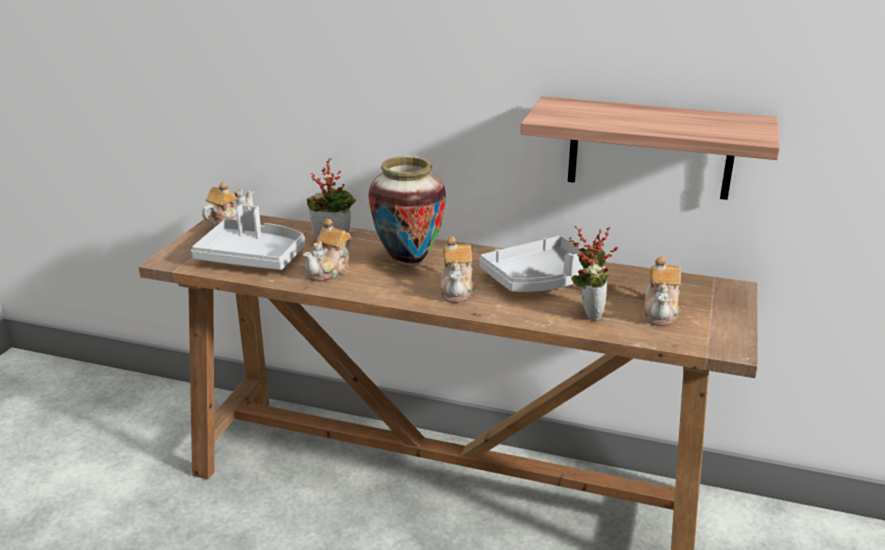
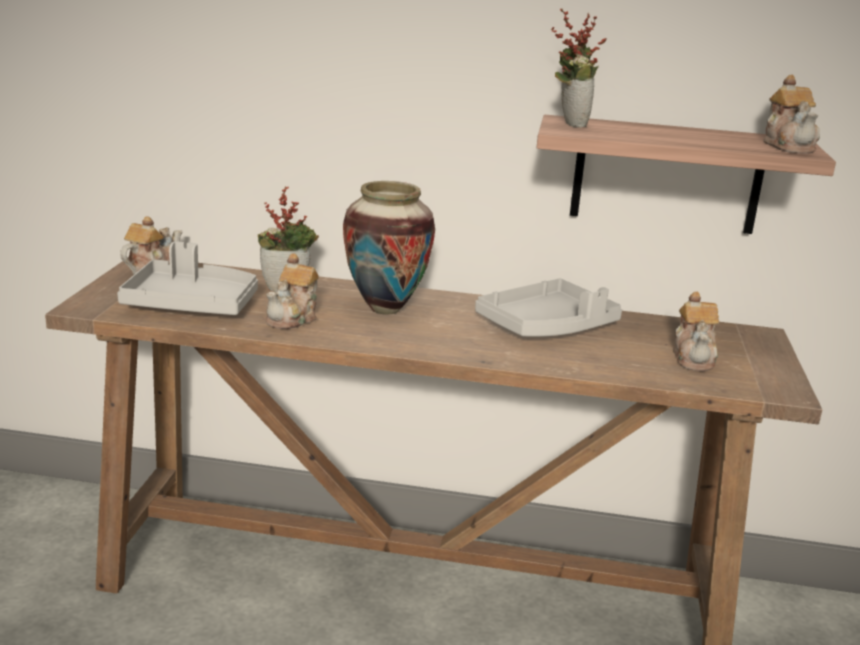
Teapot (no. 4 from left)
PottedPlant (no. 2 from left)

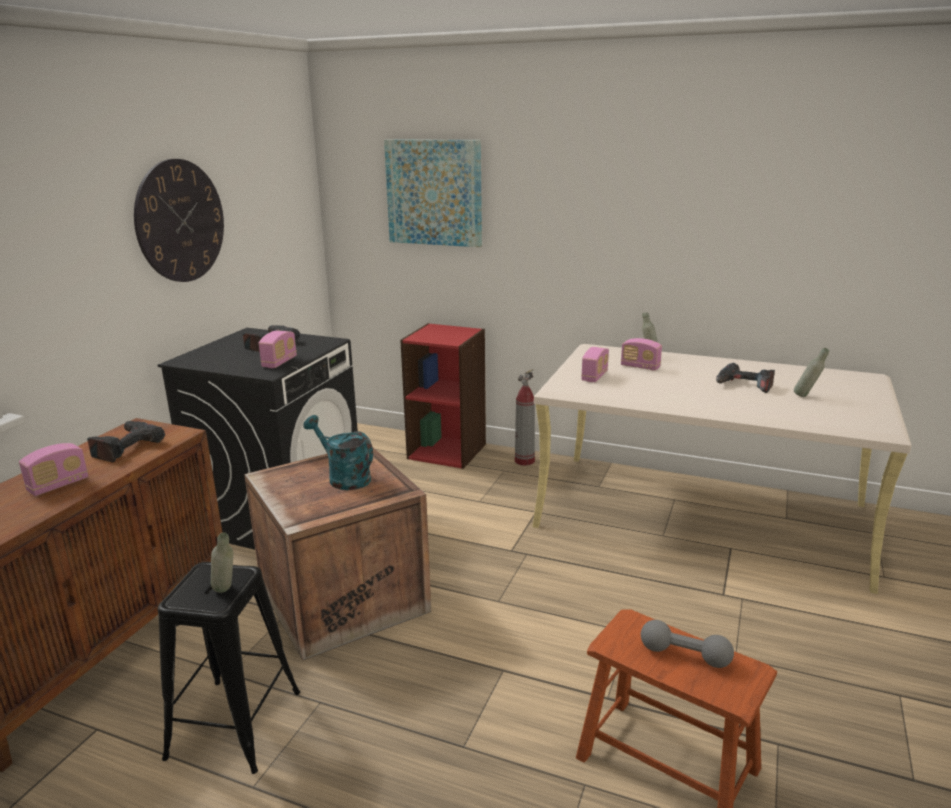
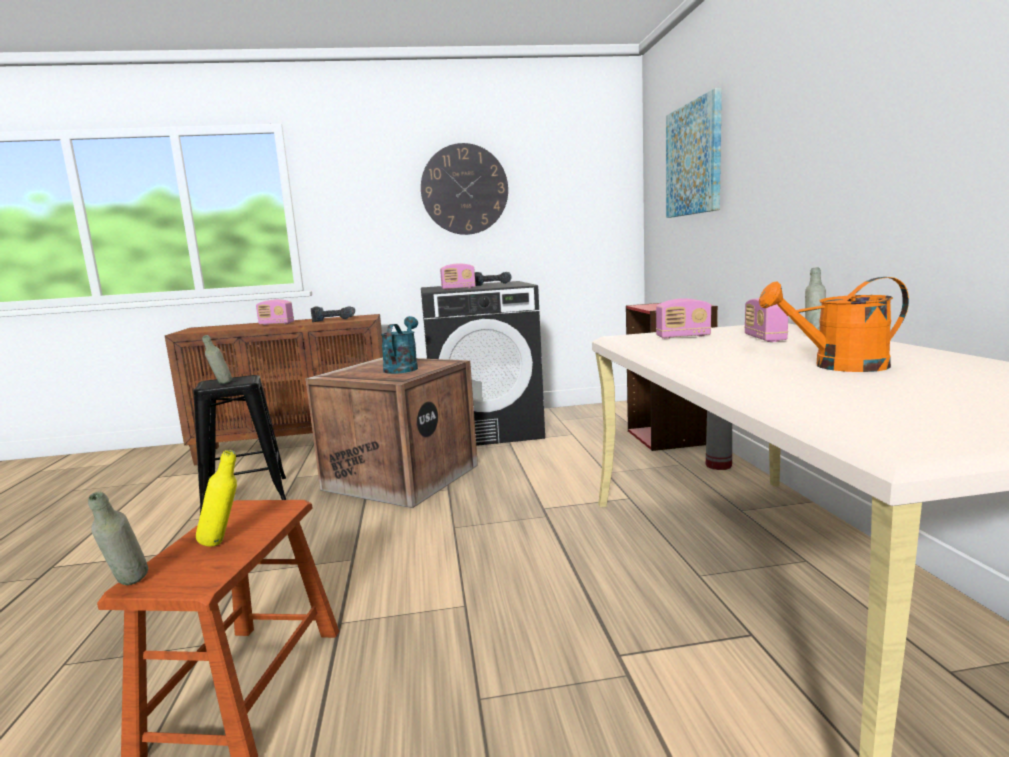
YellowBottle
OrangeWateringCan
GreyBottle (no. 1 from left)

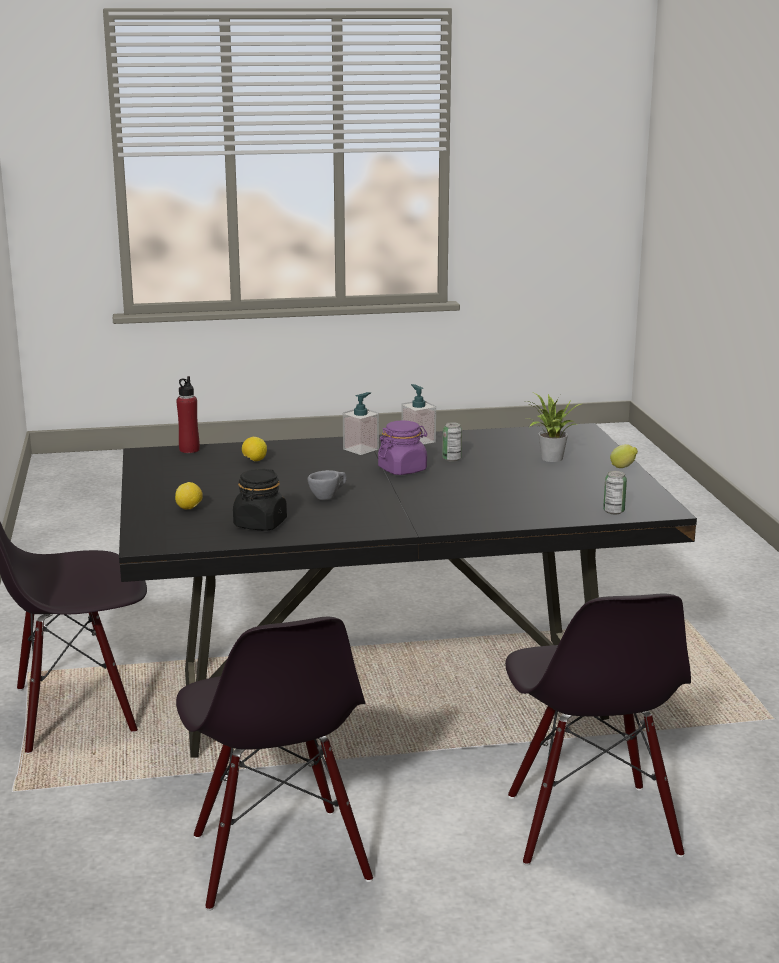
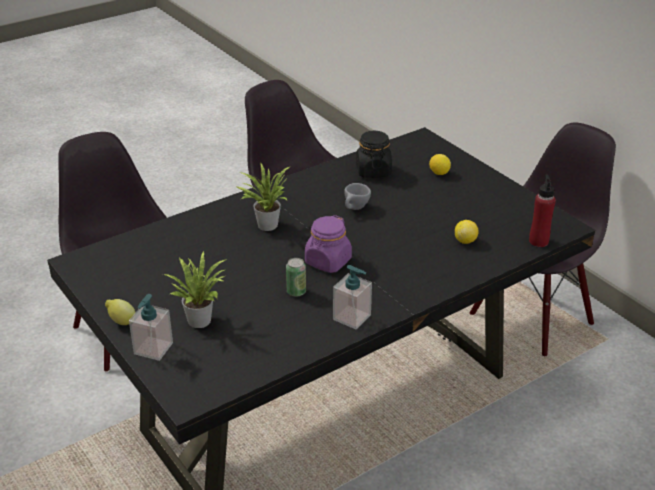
SoapDispenser (no. 1 from left)
Can (no. 2 from left in the first image)
PottedPlant (no. 2 from left)

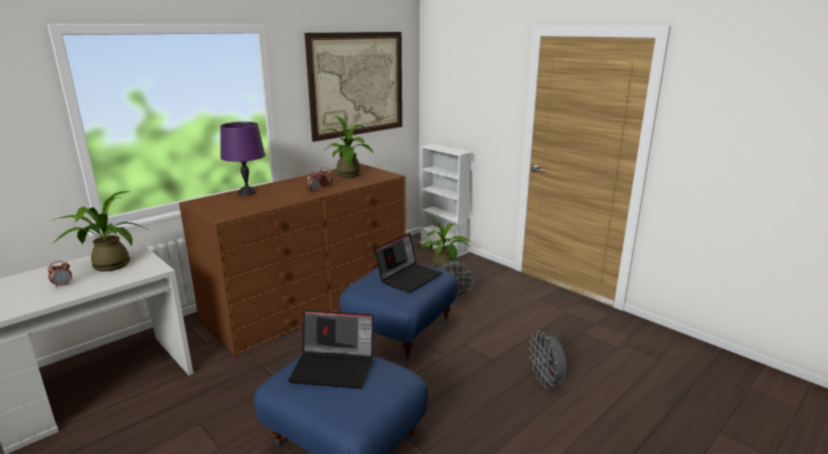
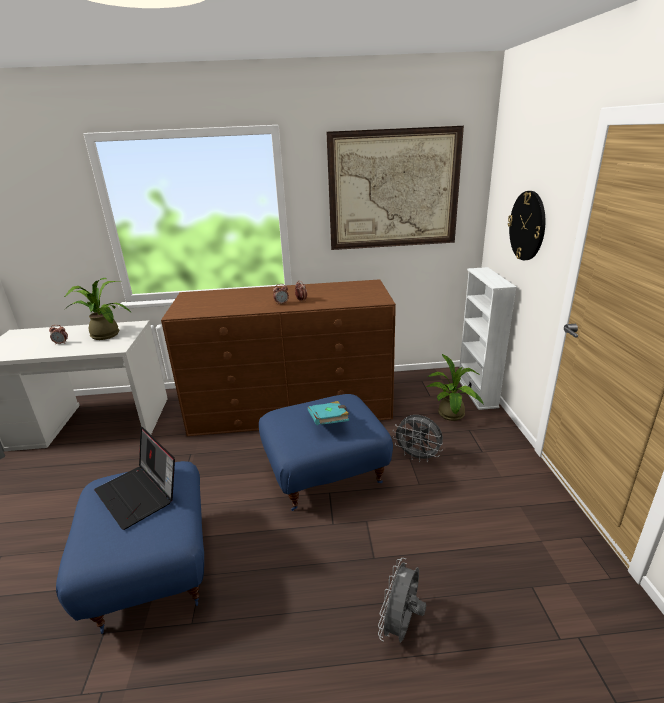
PurpleTableLamp
PottedPlant (no. 2 from left in the first image)
TurquoiseBook
WallClock

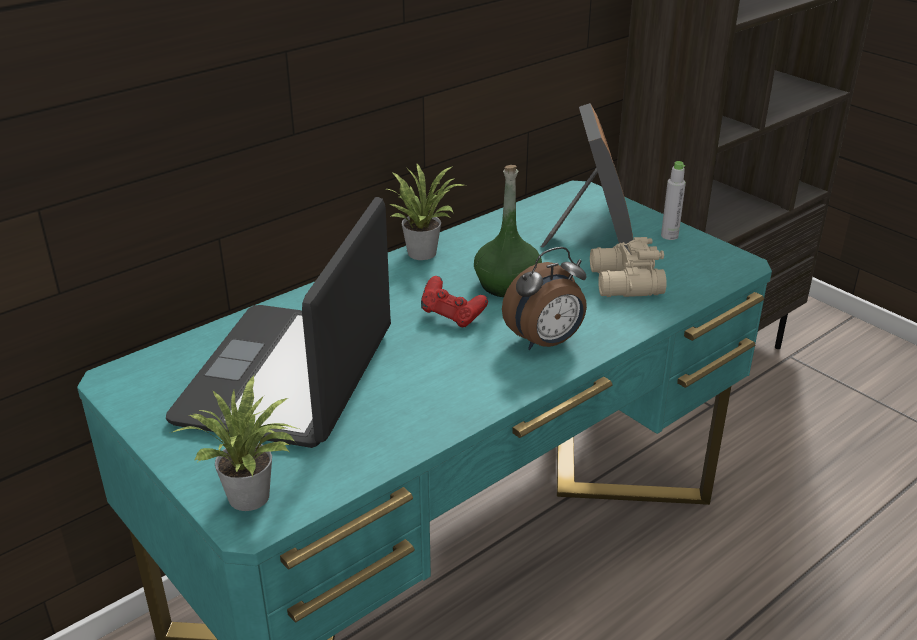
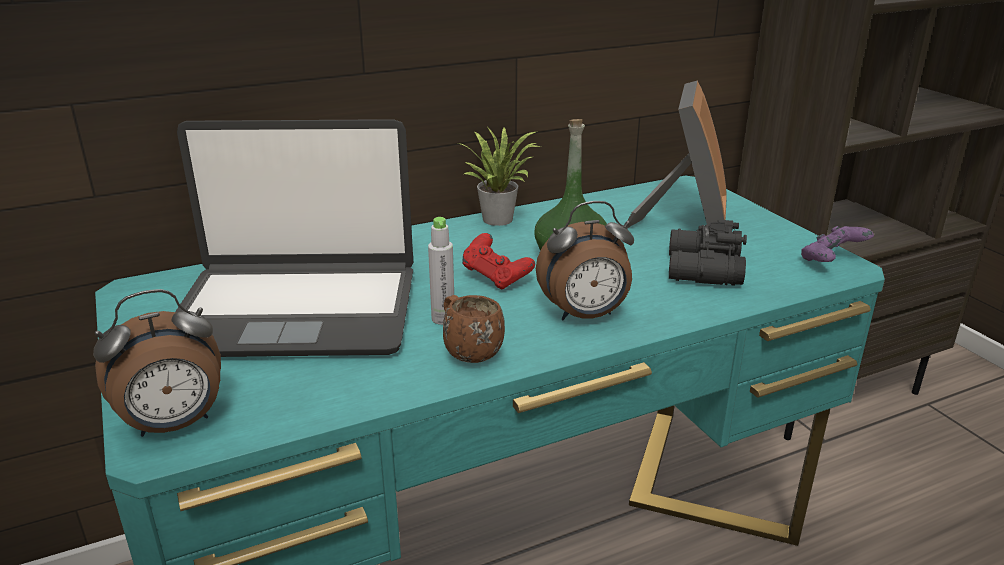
Laptop
AlarmClock (no. 1 from left)
BlackBinoculars
GreyBottle
BrownMug
PurpleGameController

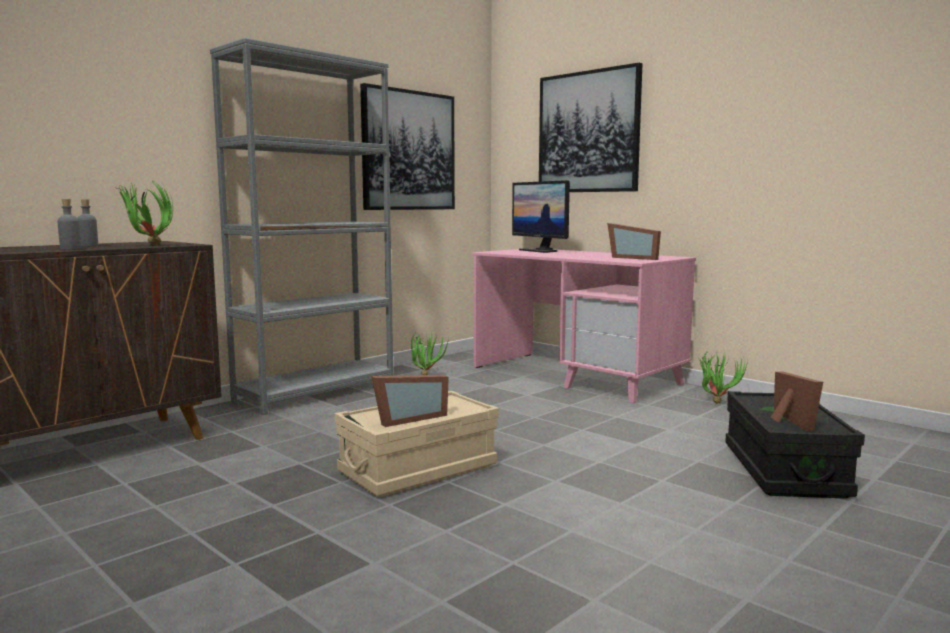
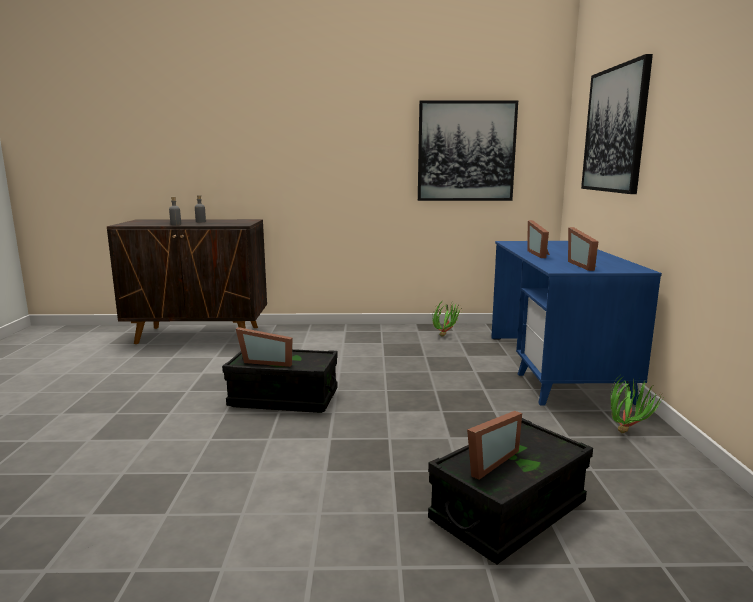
PottedPlant (no. 1 from left in the first image)
GreyBookcase
BlackStorageBox (no. 1 from left)
BlueDesk
Monitor
PictureFrame (no. 3 from left)

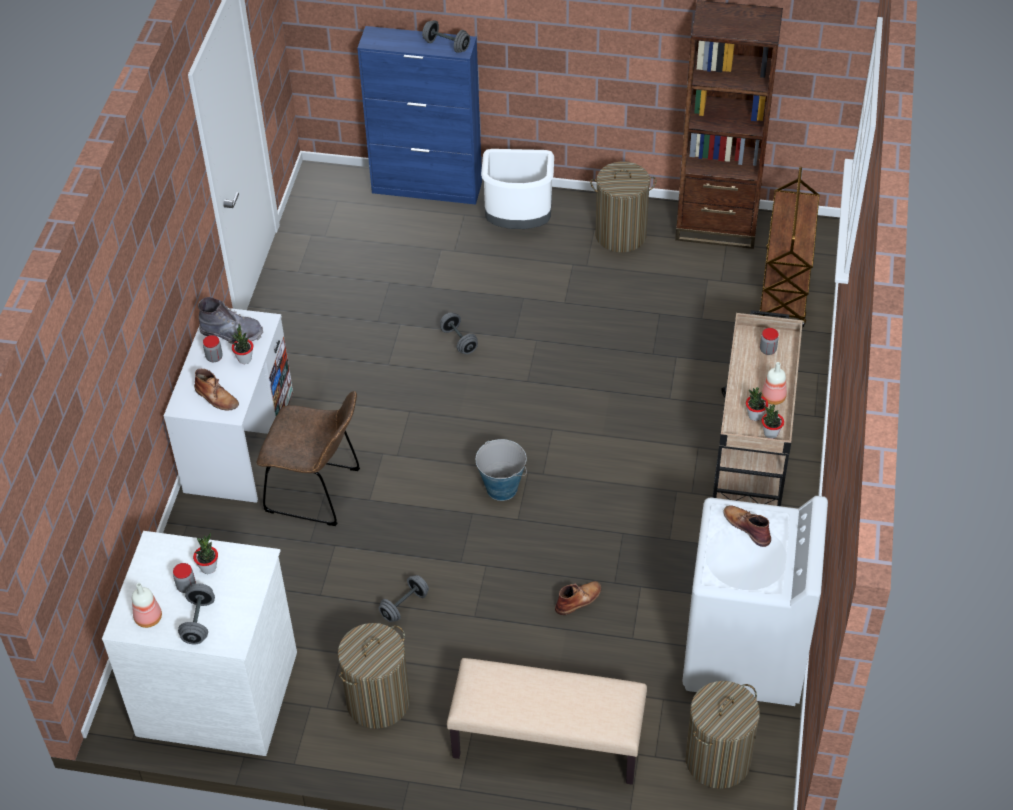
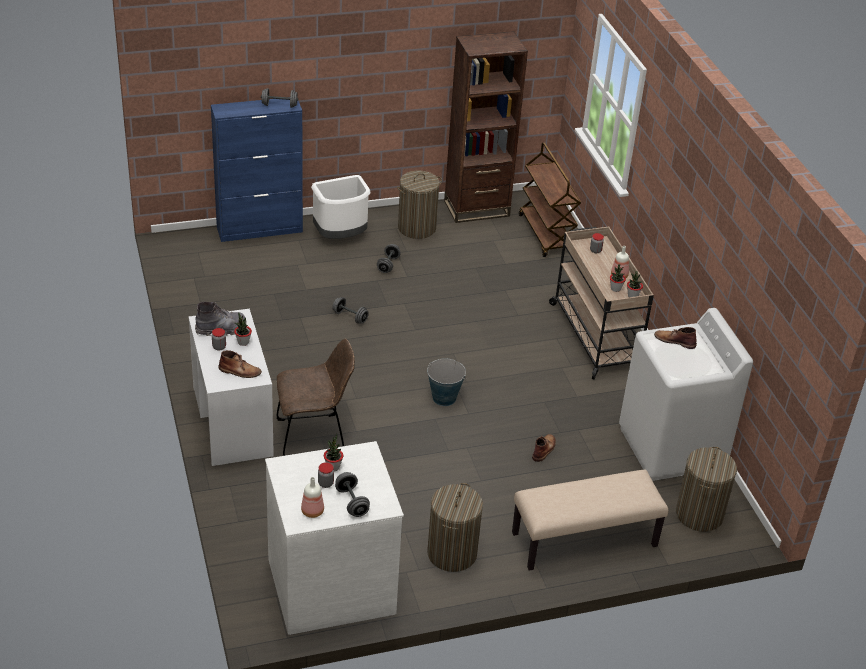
GreyDumbbell (no. 4 from left)

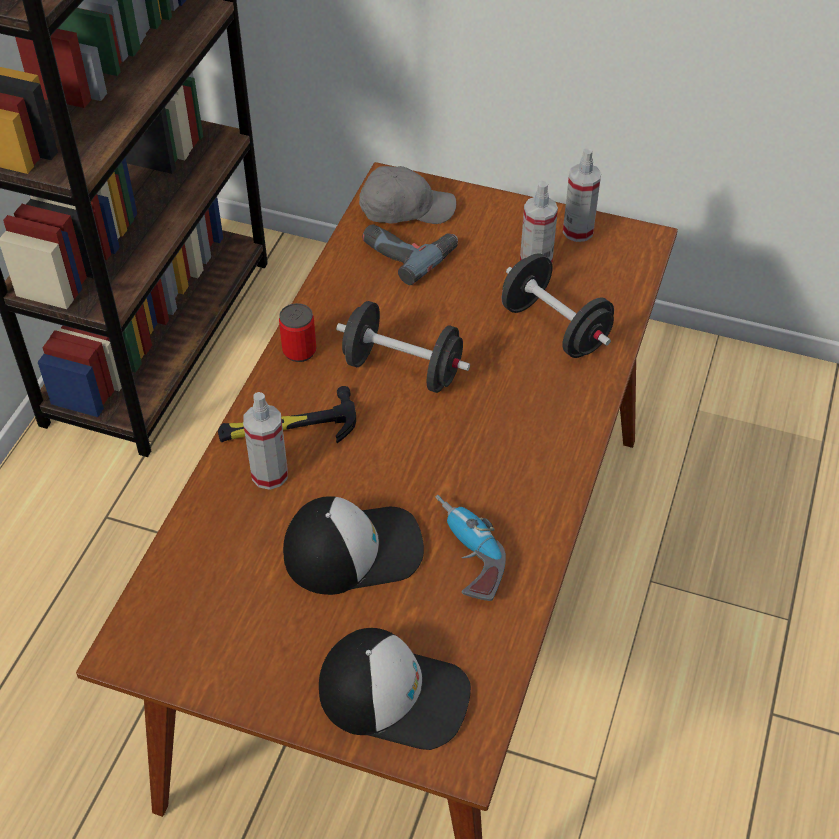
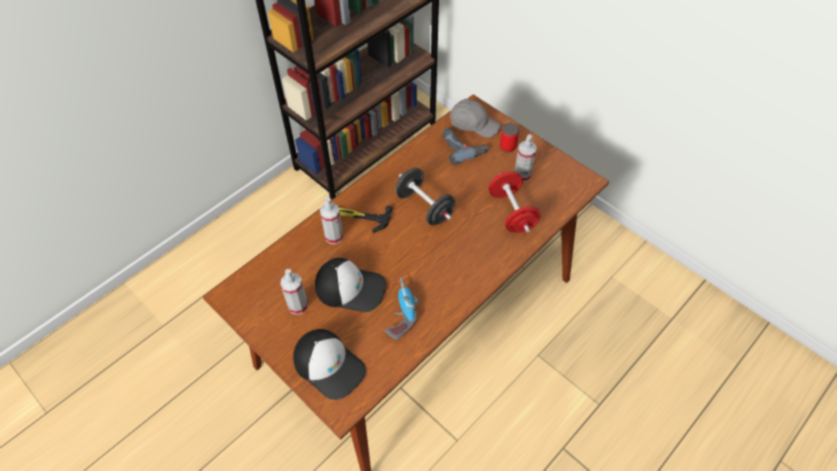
Can
RedDumbbell
SprayBottle (no. 1 from left)

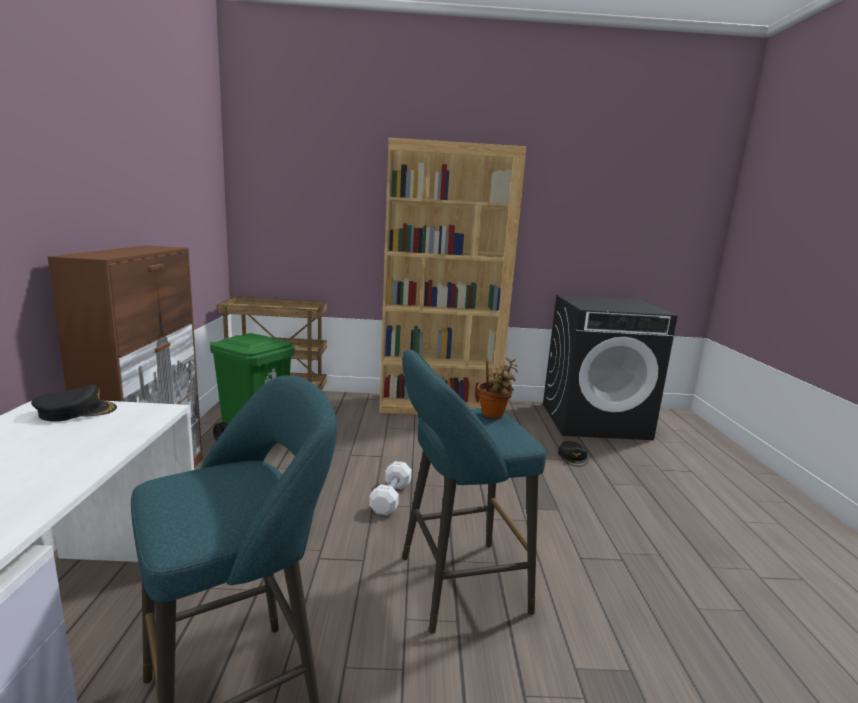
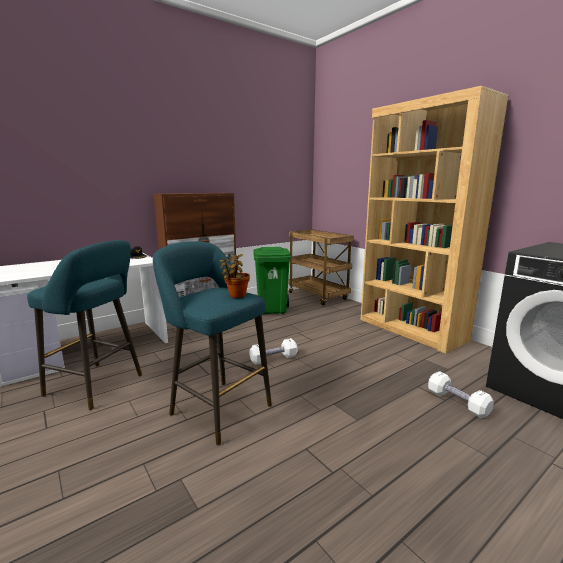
WhiteDumbbell (no. 2 from left)

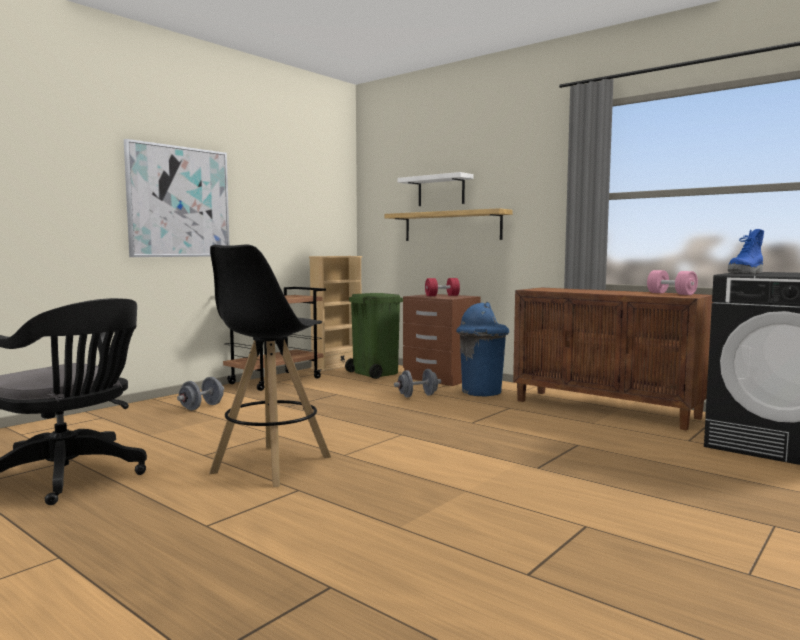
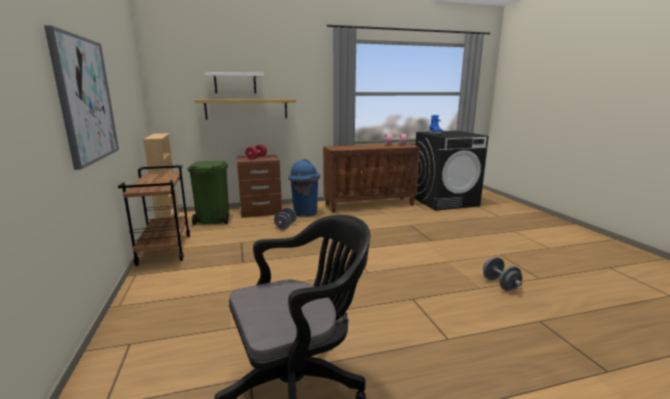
GreyDumbbell (no. 2 from left)
BlackStool

